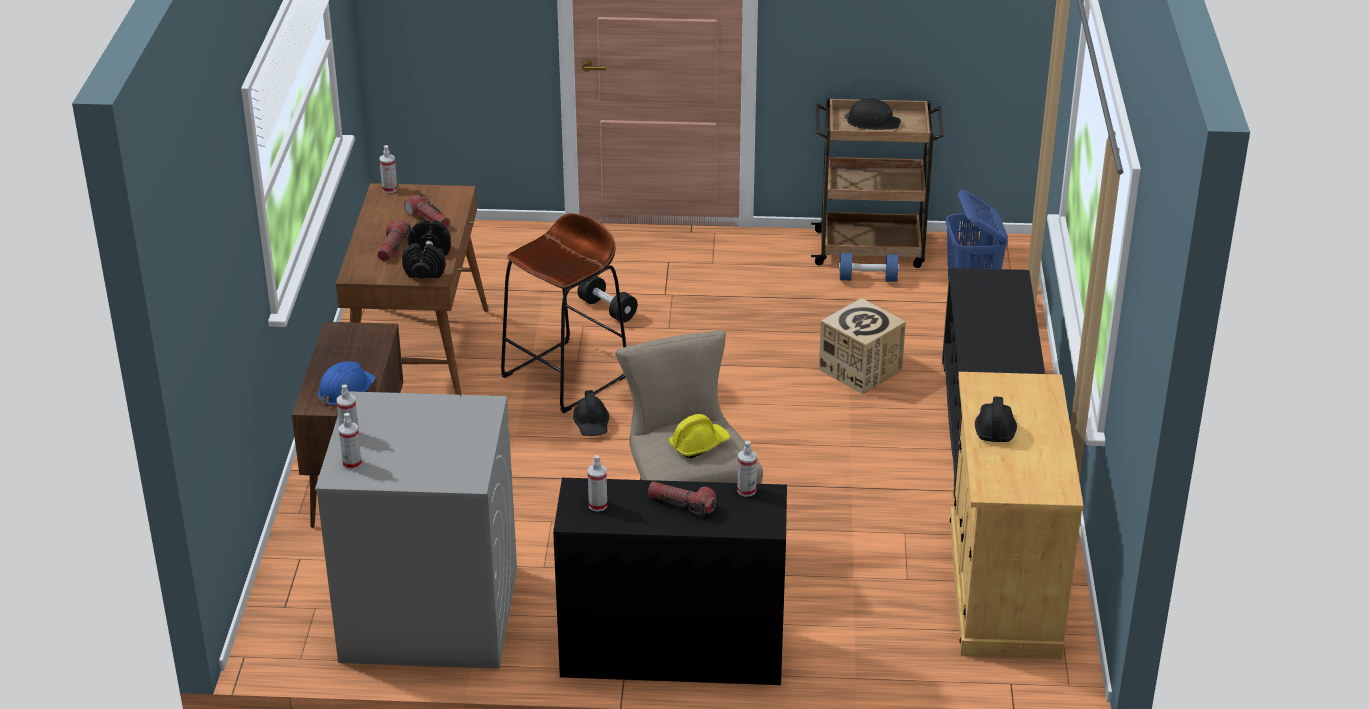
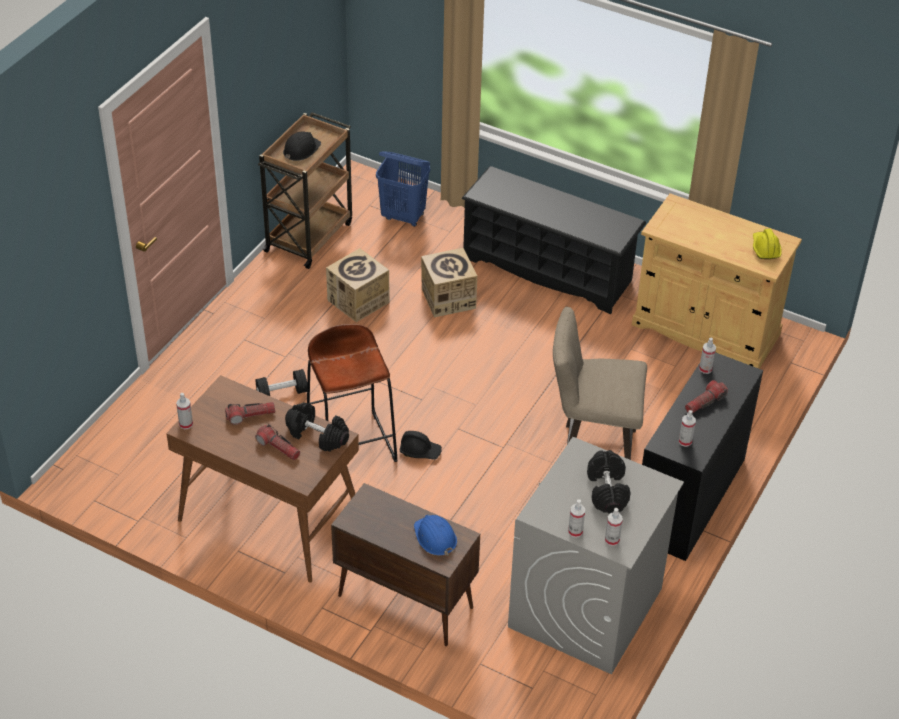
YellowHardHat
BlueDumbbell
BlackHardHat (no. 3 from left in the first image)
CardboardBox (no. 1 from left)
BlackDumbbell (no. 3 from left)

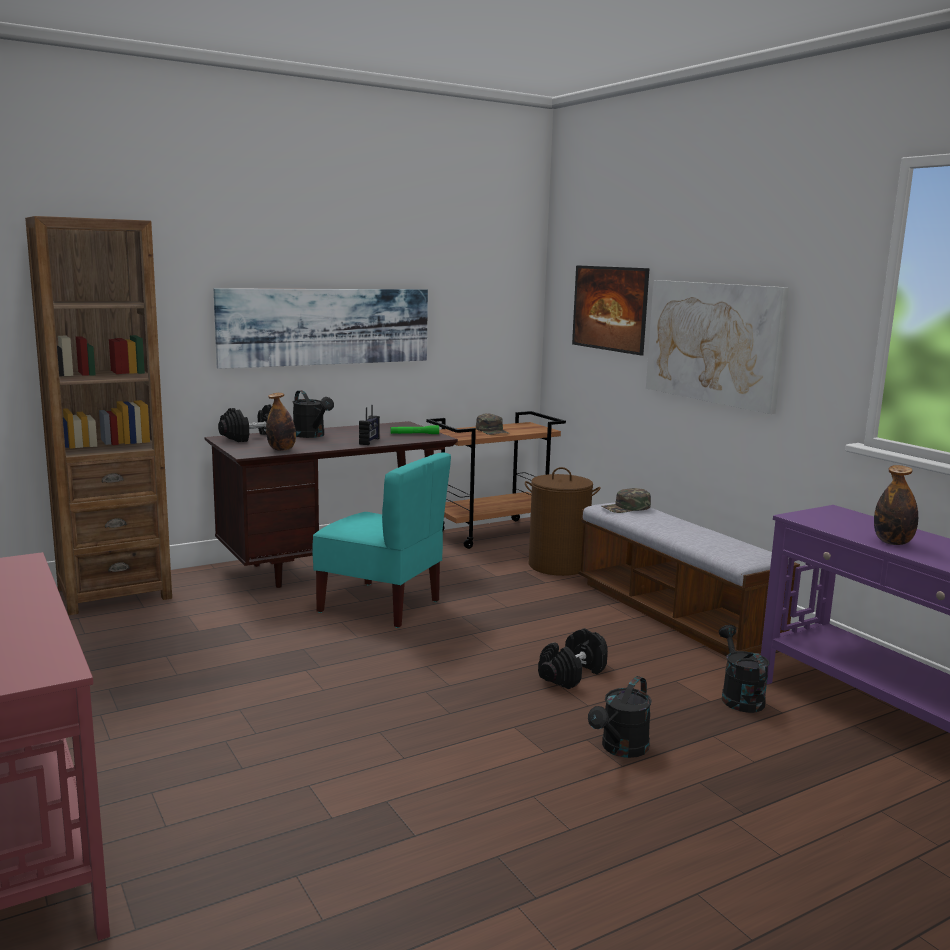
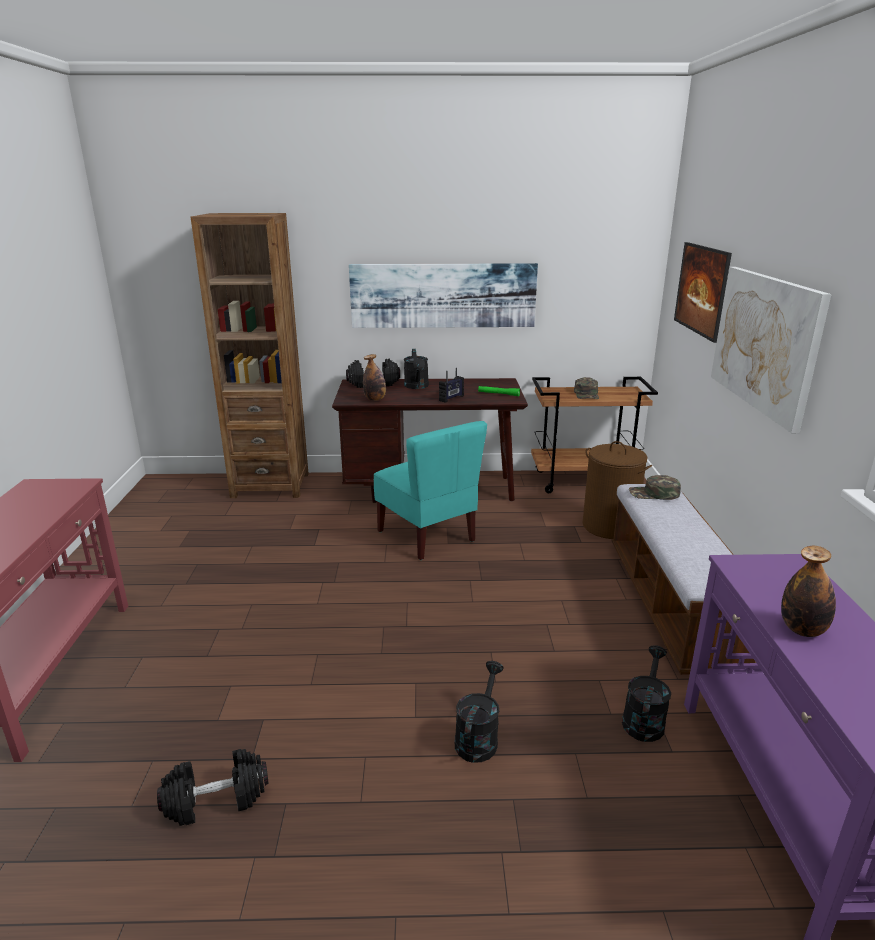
BlackDumbbell (no. 1 from left)
BlackWateringCan (no. 2 from left)

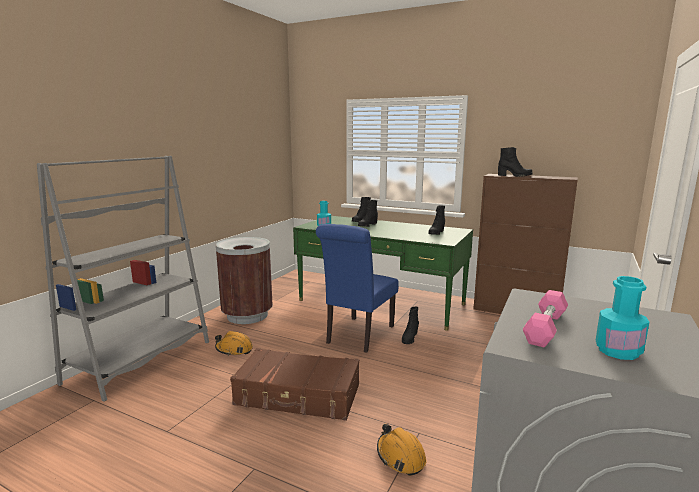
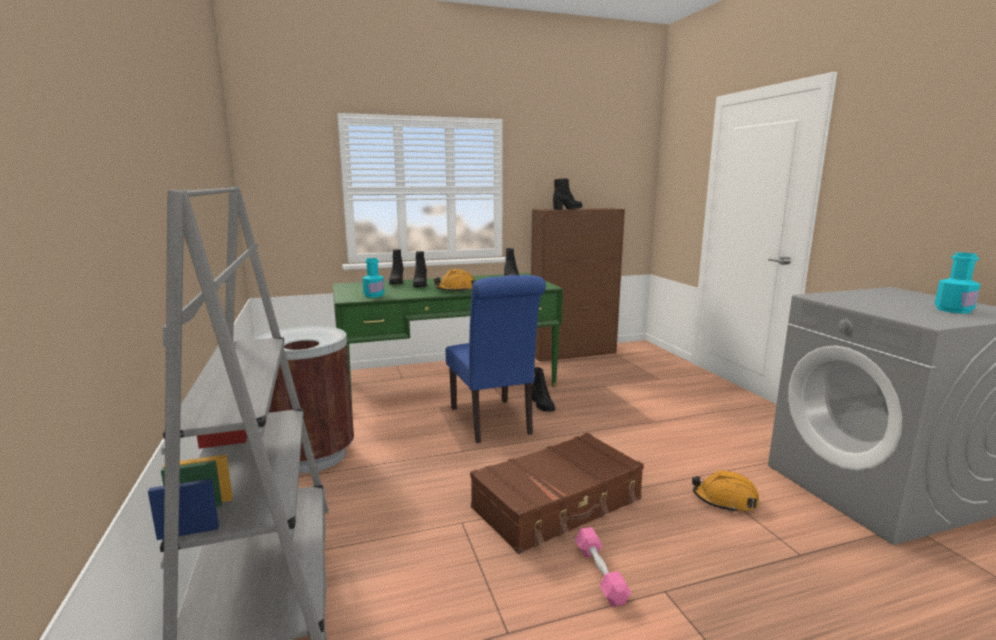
OrangeHardHat (no. 1 from left)
PinkDumbbell

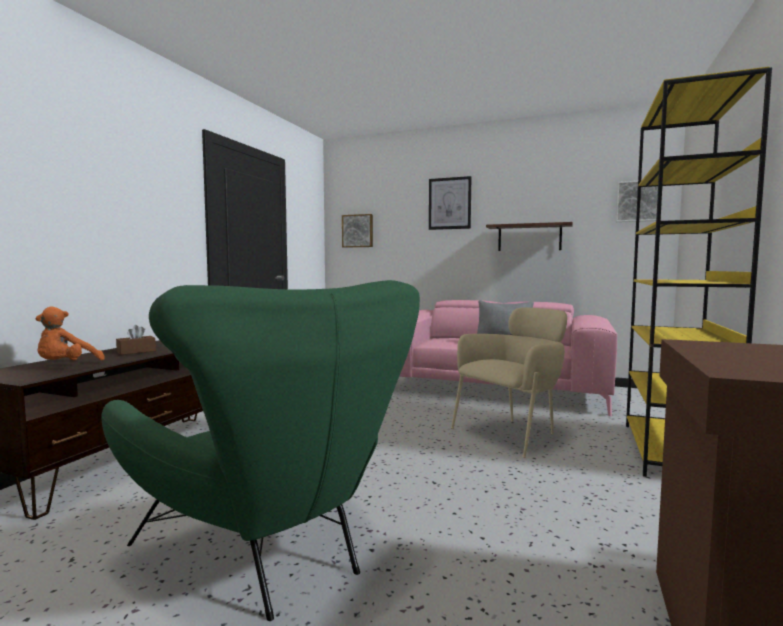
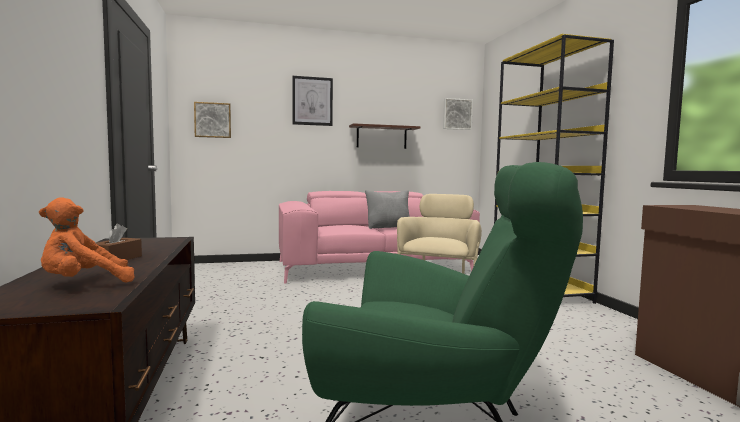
OrangePlushToy

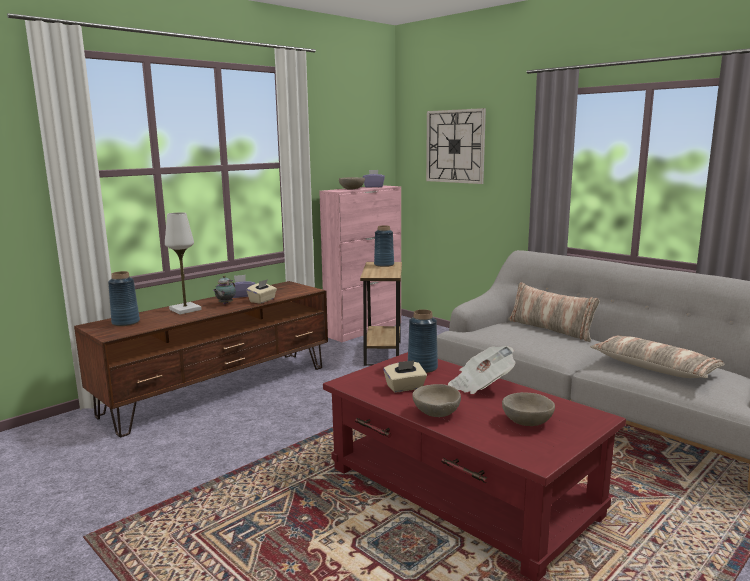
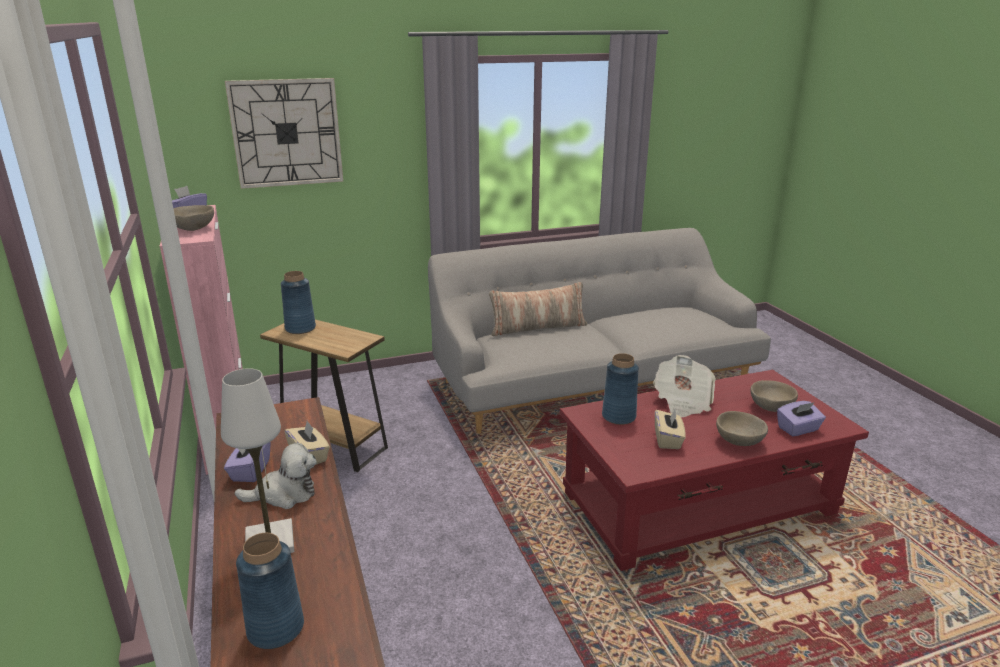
PlushToy
Pillow (no. 2 from left in the first image)
PurpleTissueBox (no. 3 from left)

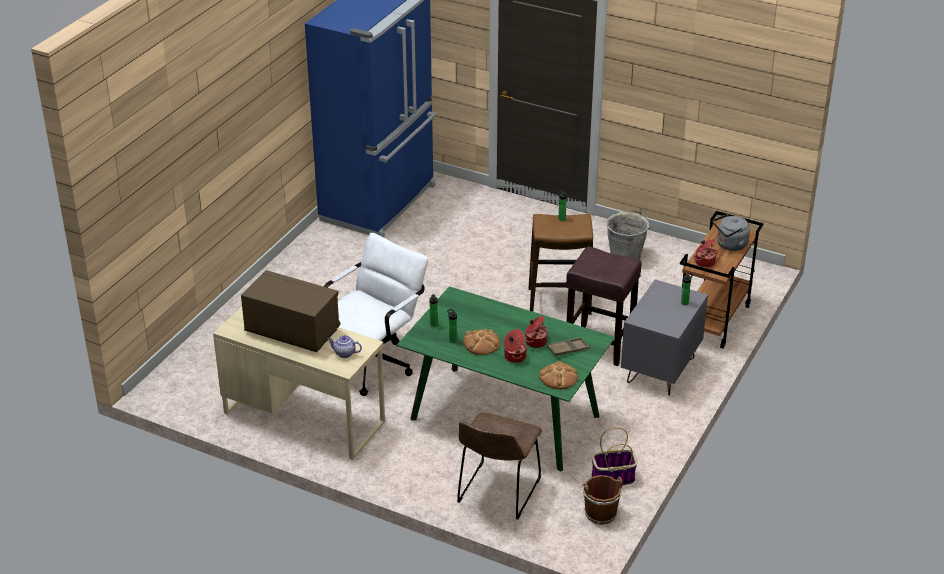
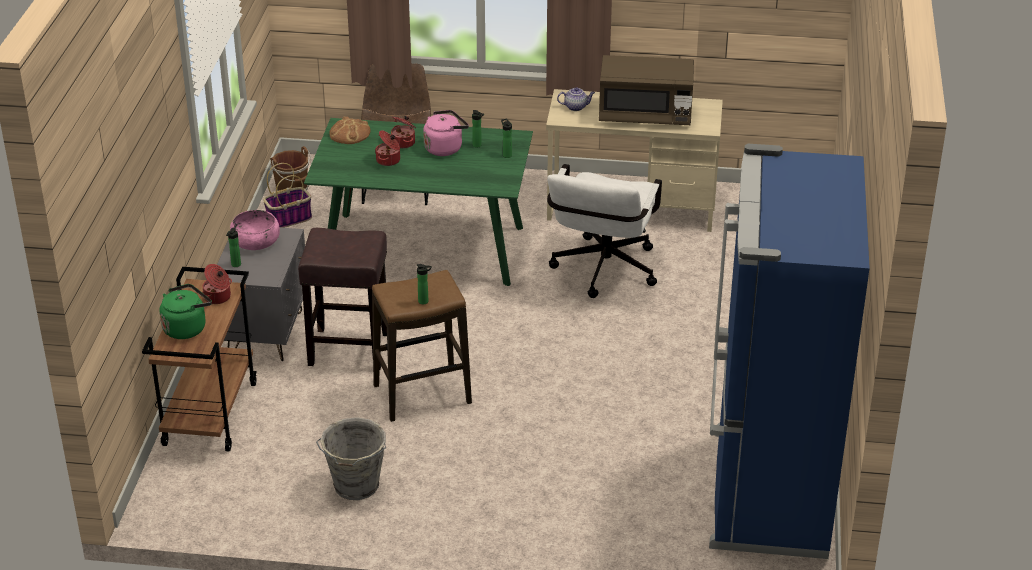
PinkKettle
BrownTray
GreenKettle
PinkBowl

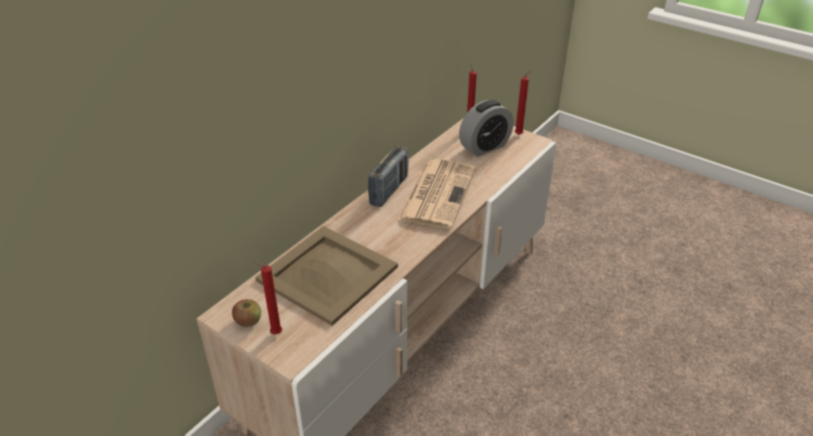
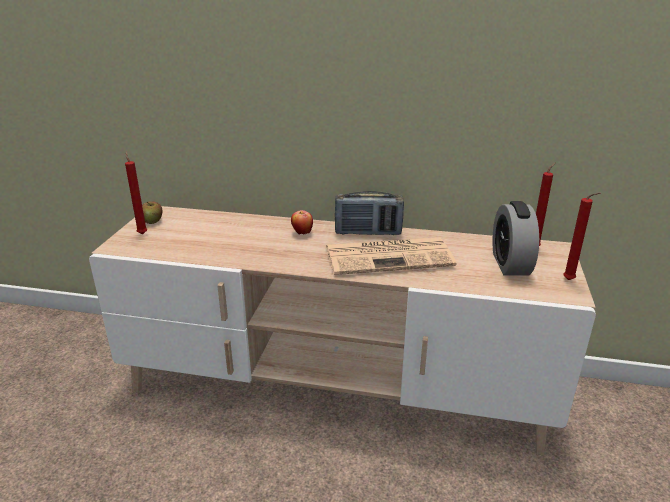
BeigeTray
AlarmClock
Apple (no. 2 from left)

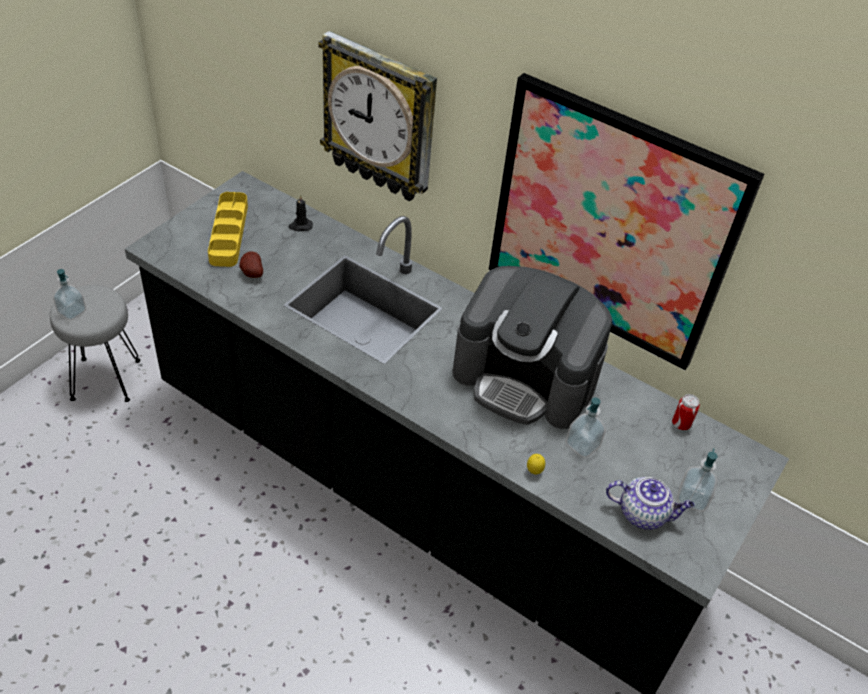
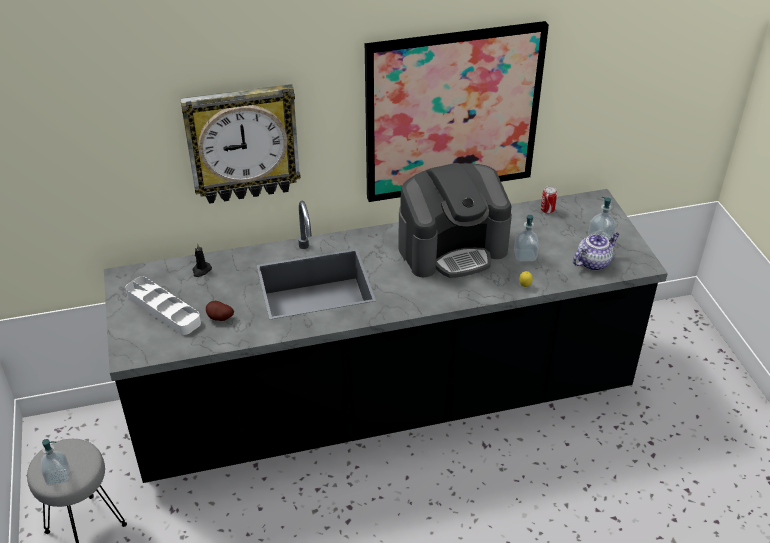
WhiteTray

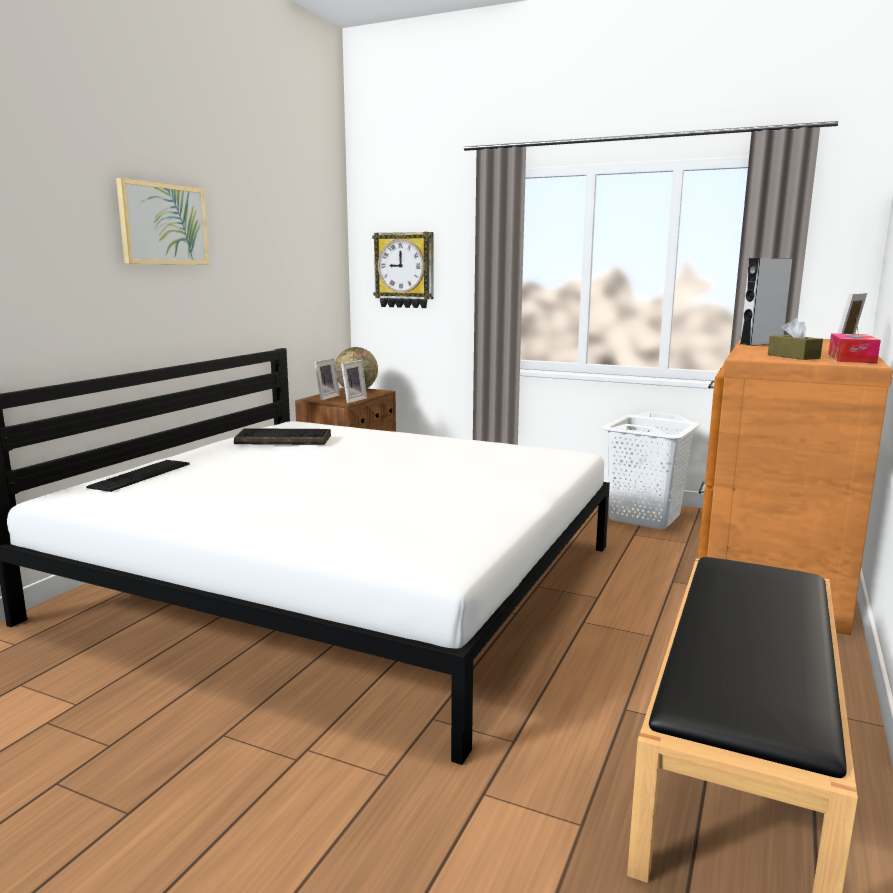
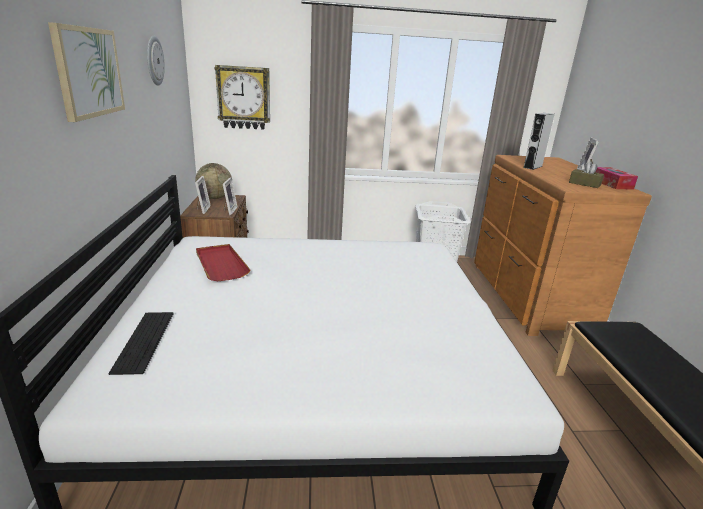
RedTray
WallClock (no. 1 from left)

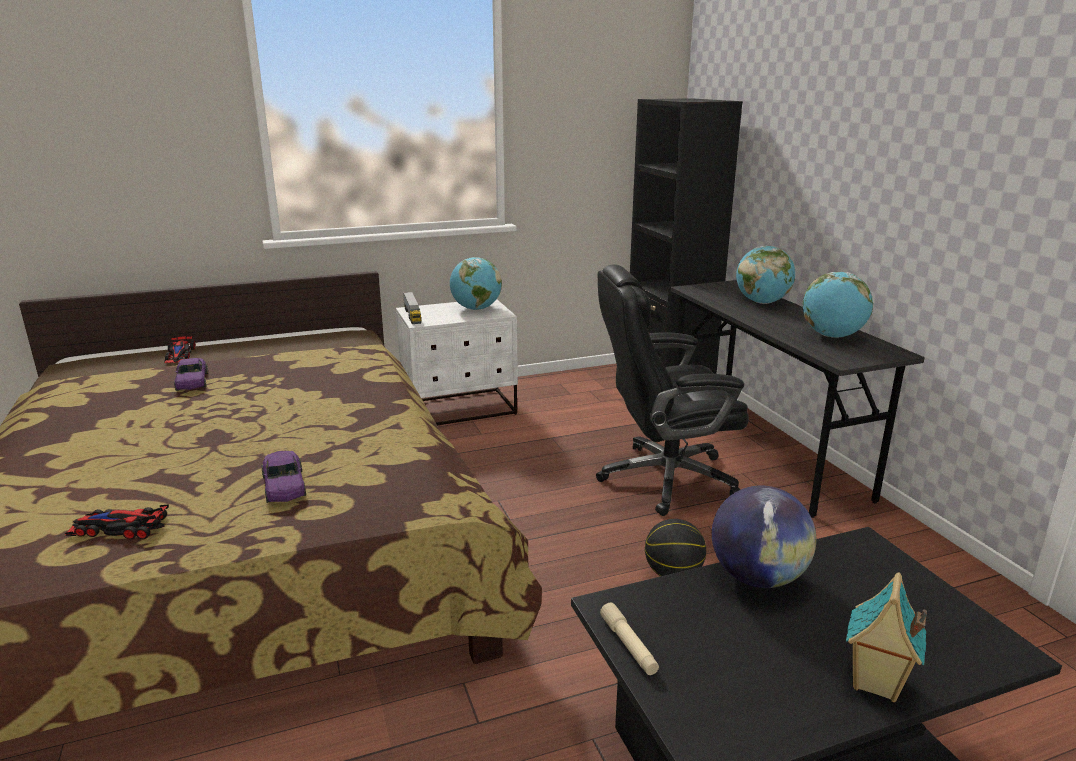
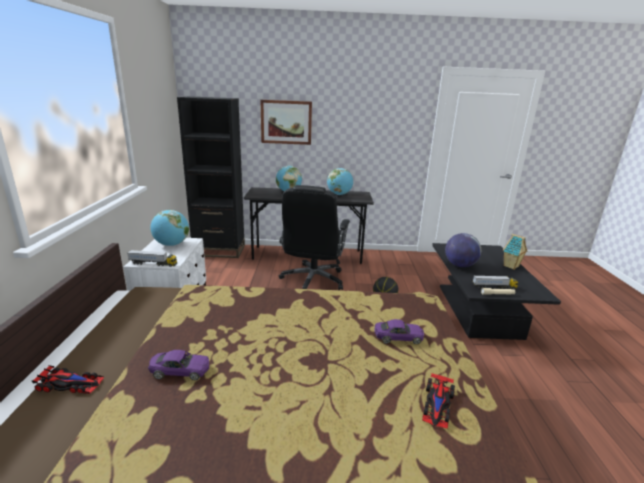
Picture
ToyTruck (no. 2 from left)

